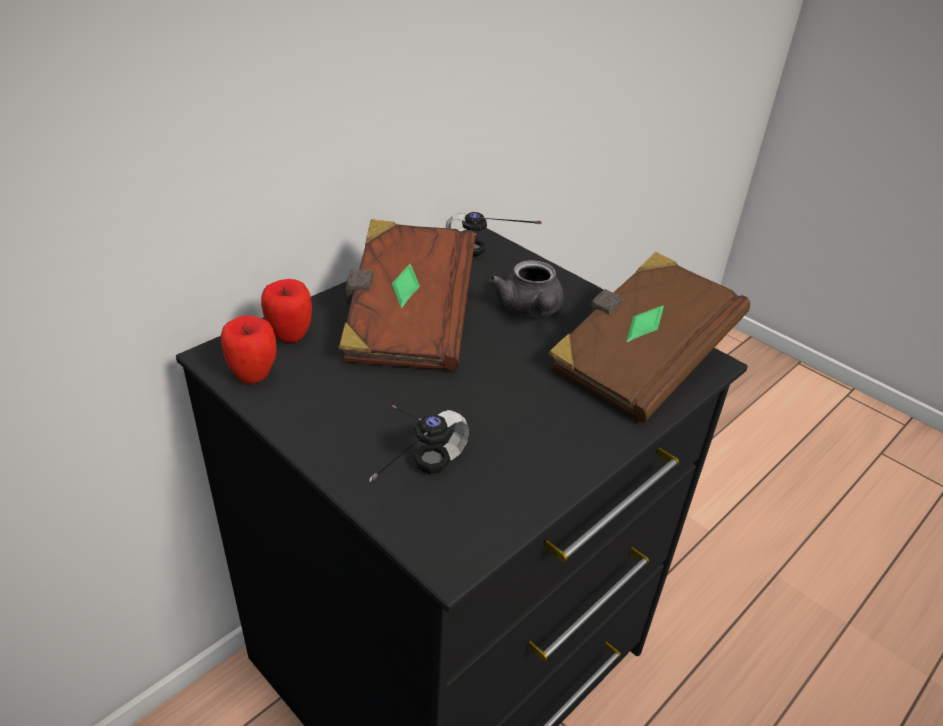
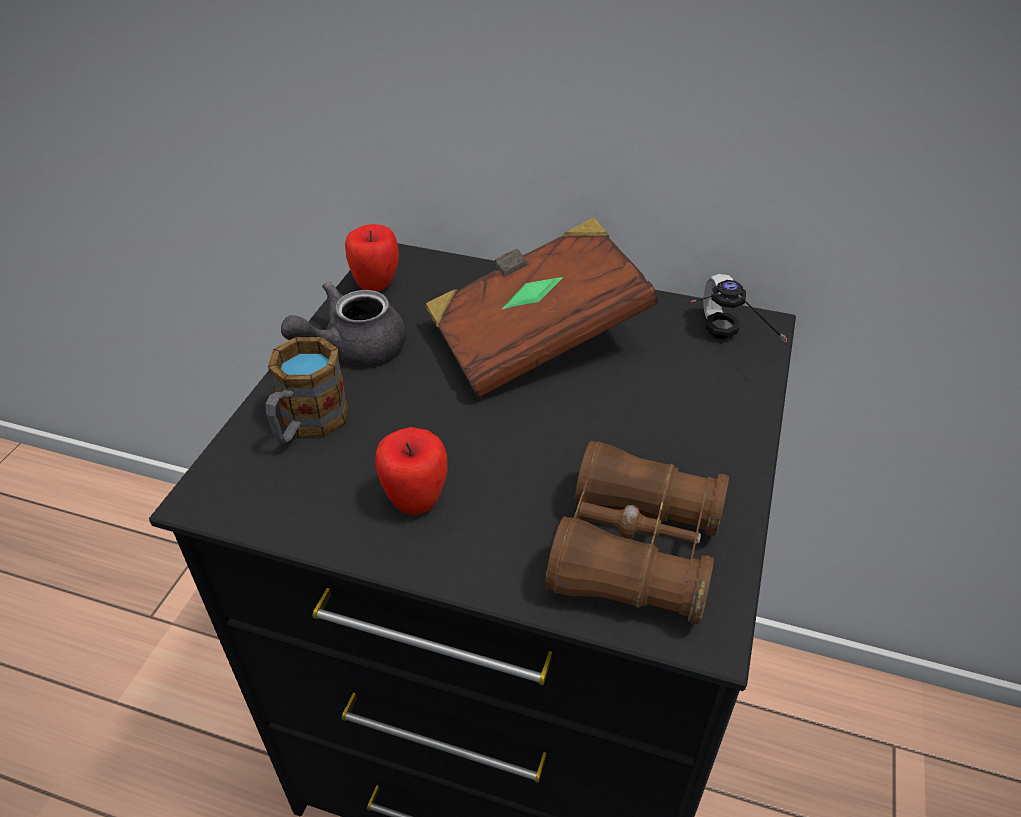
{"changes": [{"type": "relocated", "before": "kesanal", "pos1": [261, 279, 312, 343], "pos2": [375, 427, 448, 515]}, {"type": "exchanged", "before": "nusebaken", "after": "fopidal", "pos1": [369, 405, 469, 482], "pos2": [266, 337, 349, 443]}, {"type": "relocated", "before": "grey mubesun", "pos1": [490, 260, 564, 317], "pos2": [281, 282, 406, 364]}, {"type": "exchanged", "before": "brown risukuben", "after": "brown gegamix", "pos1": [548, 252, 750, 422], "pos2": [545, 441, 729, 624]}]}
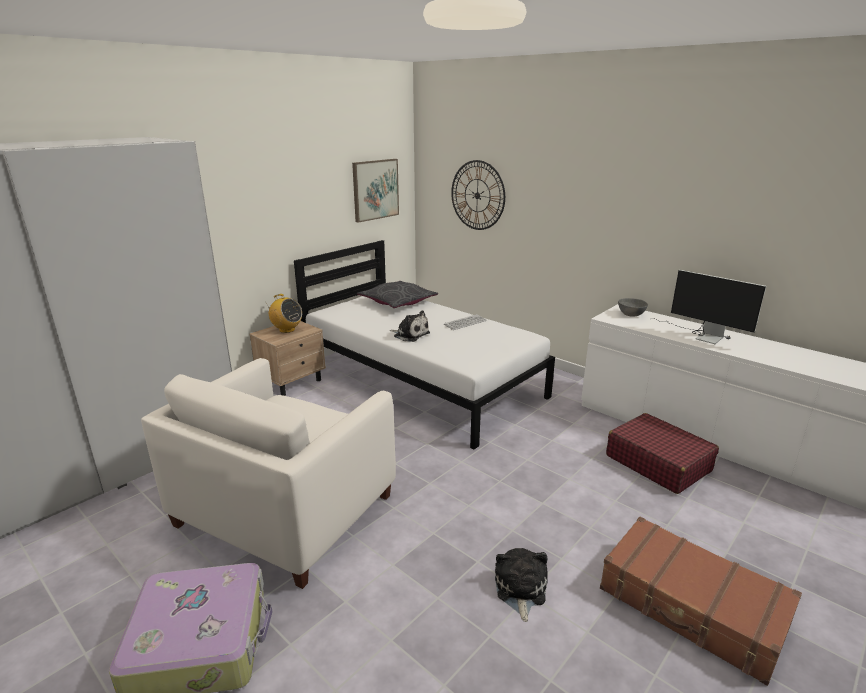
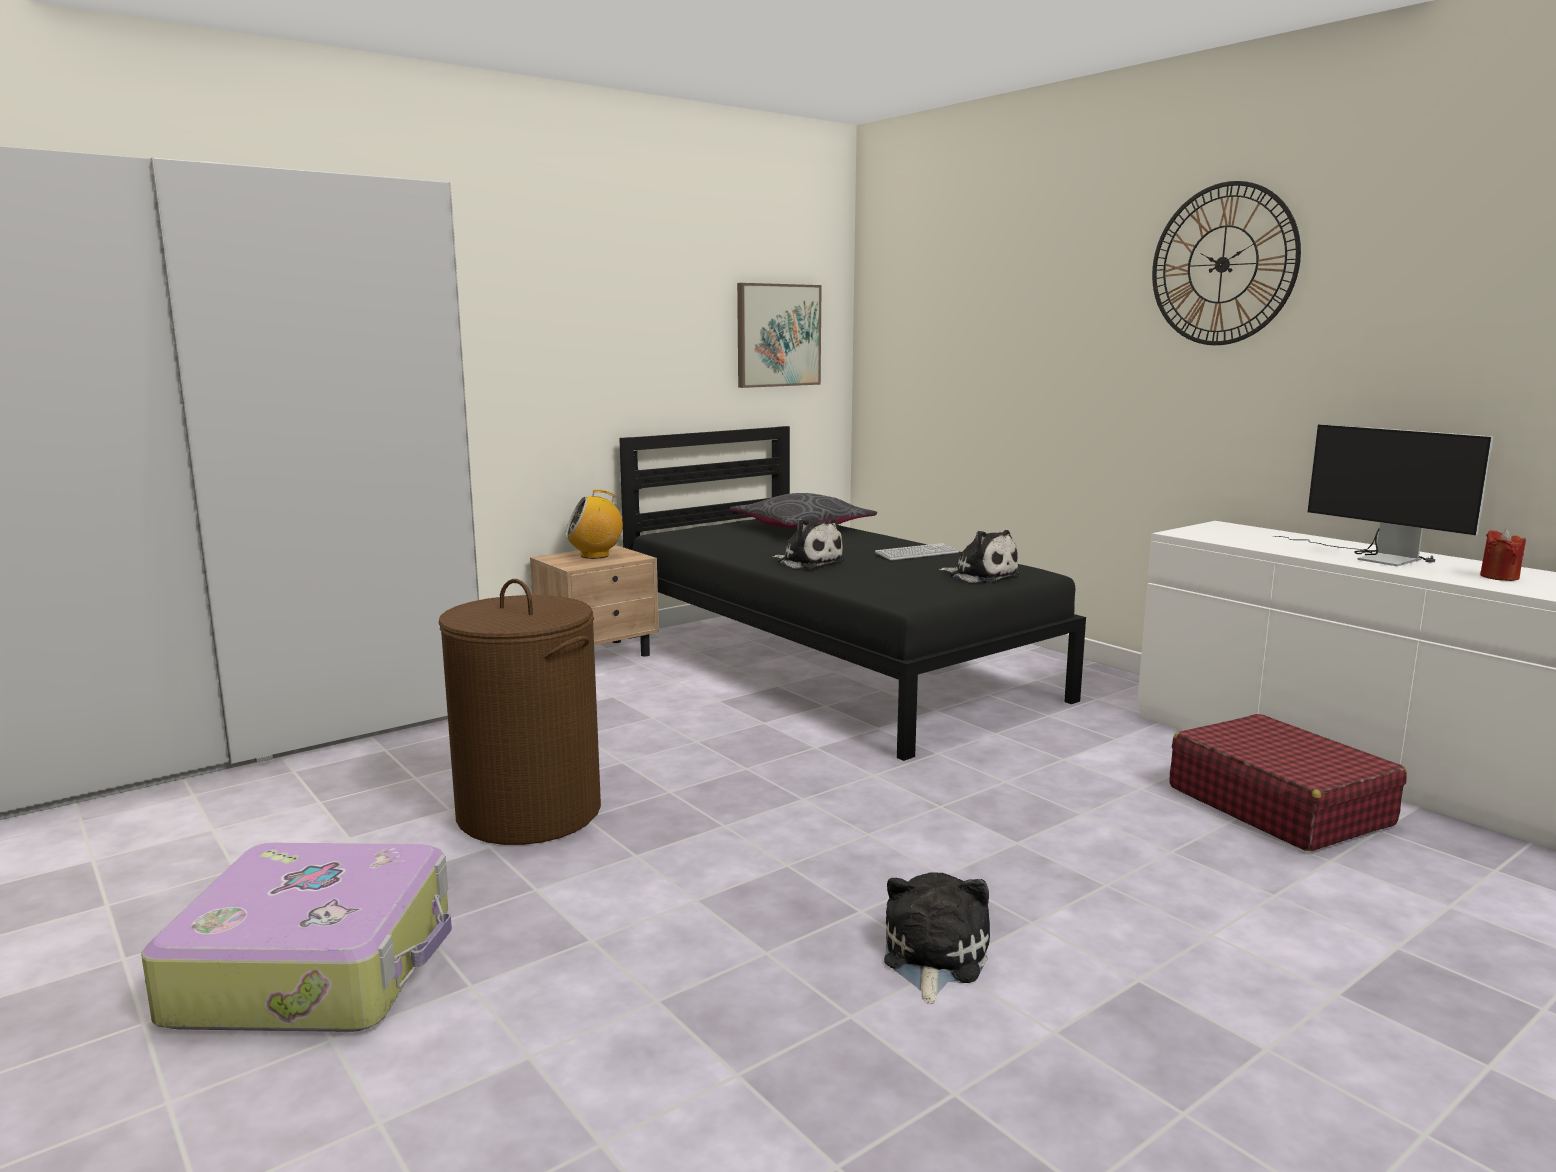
{"changes": [{"type": "exchanged", "before": "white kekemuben", "after": "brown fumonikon", "pos1": [141, 358, 396, 589], "pos2": [438, 579, 601, 845]}, {"type": "spun", "before": "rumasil", "pos1": [265, 294, 302, 333], "pos2": [565, 489, 623, 559], "turn": 120}, {"type": "colour", "before": "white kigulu", "after": "black kigulu", "pos1": [294, 240, 555, 449], "pos2": [619, 426, 1086, 761]}, {"type": "relocated", "before": "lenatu", "pos1": [451, 160, 505, 230], "pos2": [1152, 181, 1301, 345]}, {"type": "missing", "before": "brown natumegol", "pos1": [600, 517, 802, 686]}, {"type": "missing", "before": "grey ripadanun", "pos1": [618, 298, 648, 317]}, {"type": "appeared", "after": "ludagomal", "pos2": [939, 530, 1020, 583]}, {"type": "appeared", "after": "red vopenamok", "pos2": [1480, 529, 1526, 581]}]}
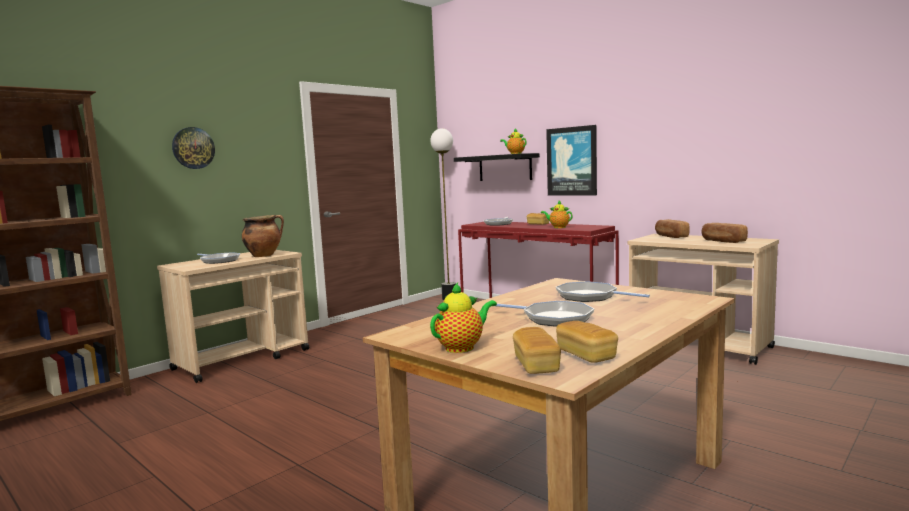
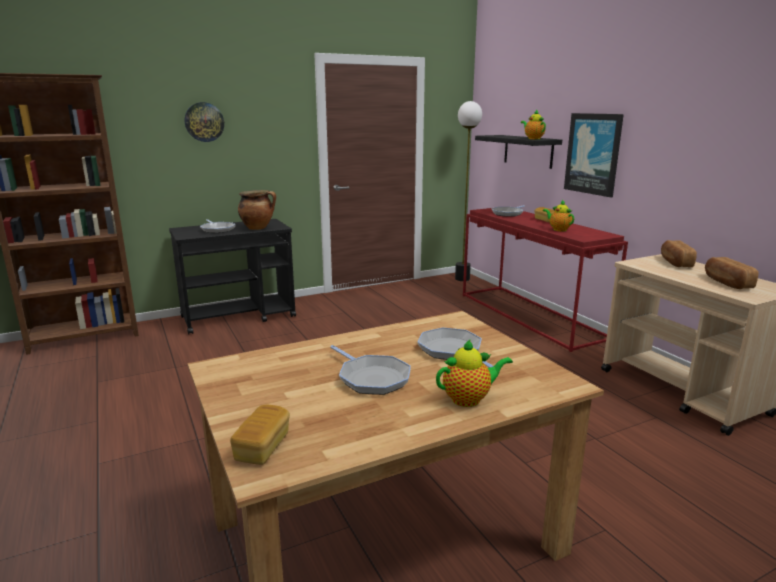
{"changes": [{"type": "colour", "before": "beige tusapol", "after": "black tusapol", "pos1": [157, 250, 310, 383], "pos2": [169, 219, 296, 335]}, {"type": "relocated", "before": "mubesun", "pos1": [430, 283, 497, 353], "pos2": [436, 339, 513, 407]}, {"type": "missing", "before": "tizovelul", "pos1": [556, 321, 618, 363]}]}
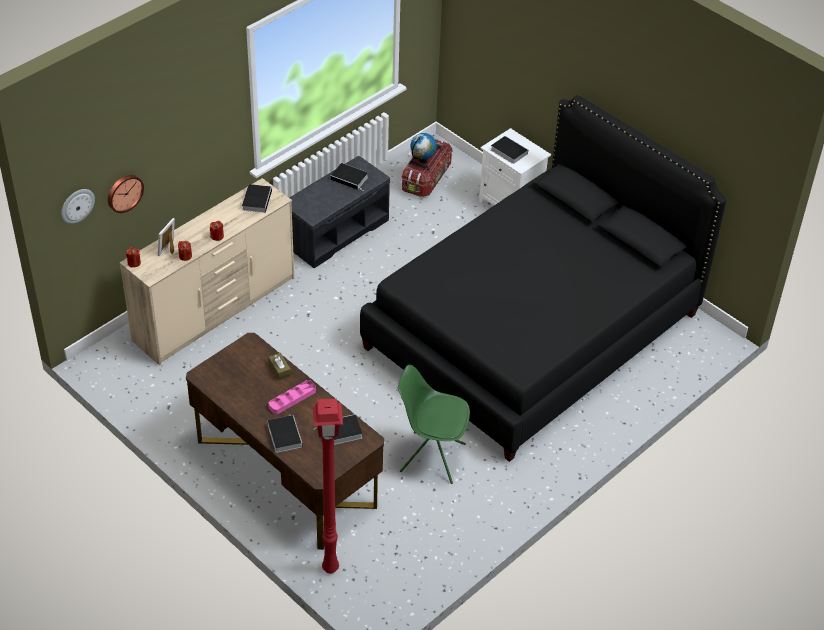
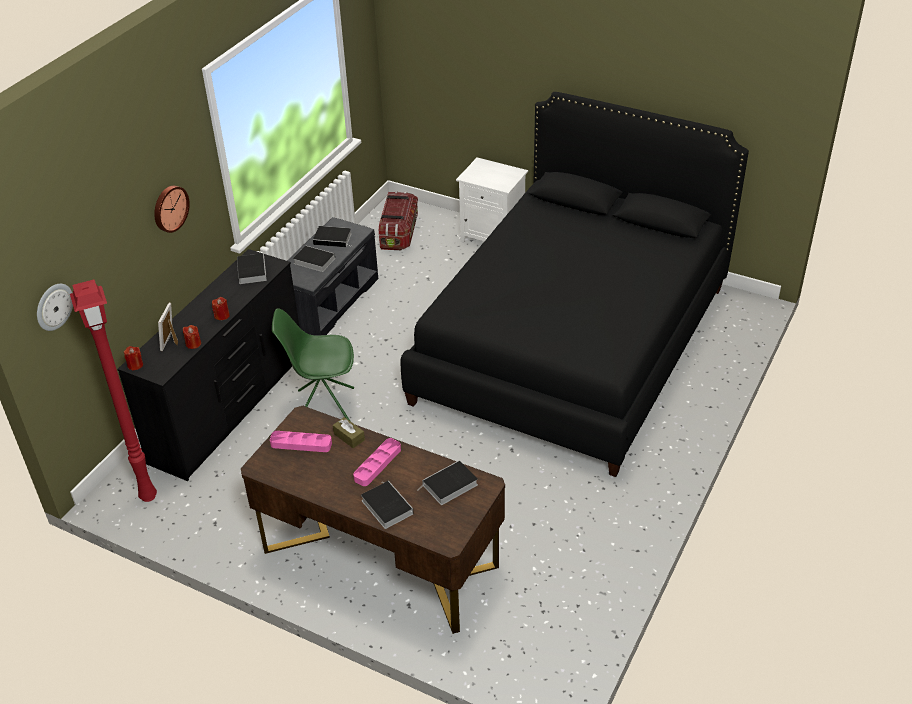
{"changes": [{"type": "relocated", "before": "lenatu", "pos1": [108, 175, 144, 213], "pos2": [154, 186, 190, 233]}, {"type": "colour", "before": "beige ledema", "after": "black ledema", "pos1": [119, 178, 294, 365], "pos2": [118, 249, 299, 481]}, {"type": "relocated", "before": "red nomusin", "pos1": [313, 398, 343, 574], "pos2": [70, 280, 157, 502]}, {"type": "relocated", "before": "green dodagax", "pos1": [398, 365, 470, 484], "pos2": [272, 308, 354, 421]}, {"type": "missing", "before": "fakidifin", "pos1": [410, 133, 437, 164]}, {"type": "relocated", "before": "risukuben", "pos1": [491, 136, 528, 164], "pos2": [293, 245, 335, 272]}, {"type": "appeared", "after": "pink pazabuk", "pos2": [270, 431, 332, 452]}]}
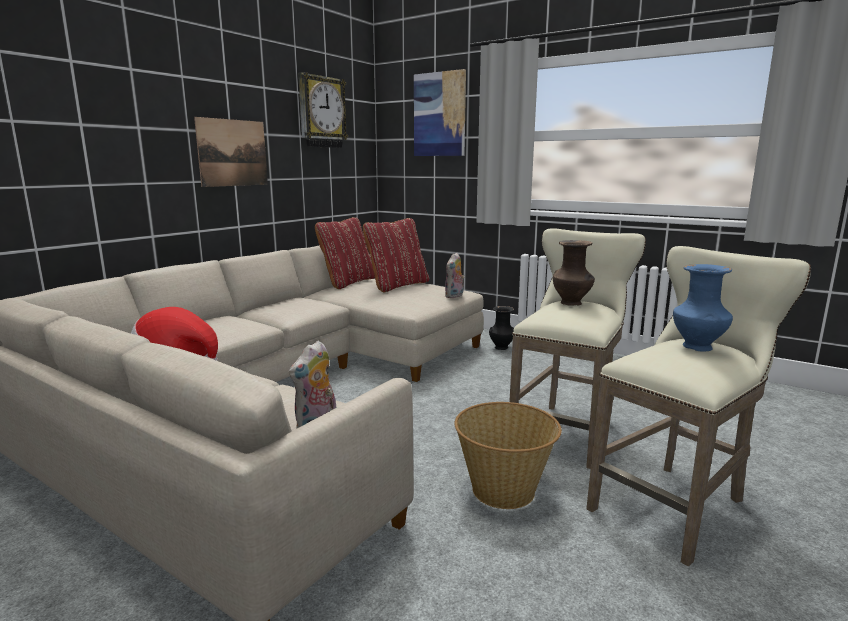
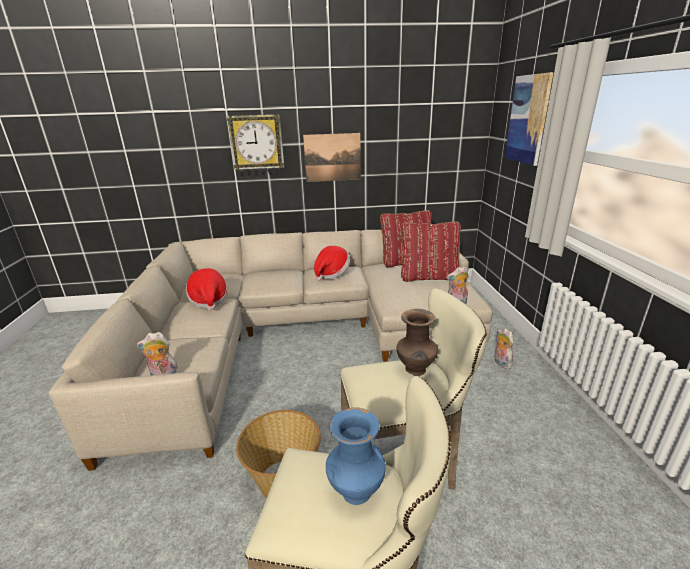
{"changes": [{"type": "relocated", "before": "lenatu", "pos1": [298, 72, 348, 148], "pos2": [227, 114, 284, 176]}, {"type": "exchanged", "before": "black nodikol", "after": "ludagomal", "pos1": [489, 306, 514, 350], "pos2": [494, 328, 514, 369]}, {"type": "appeared", "after": "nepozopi", "pos2": [314, 246, 350, 281]}]}
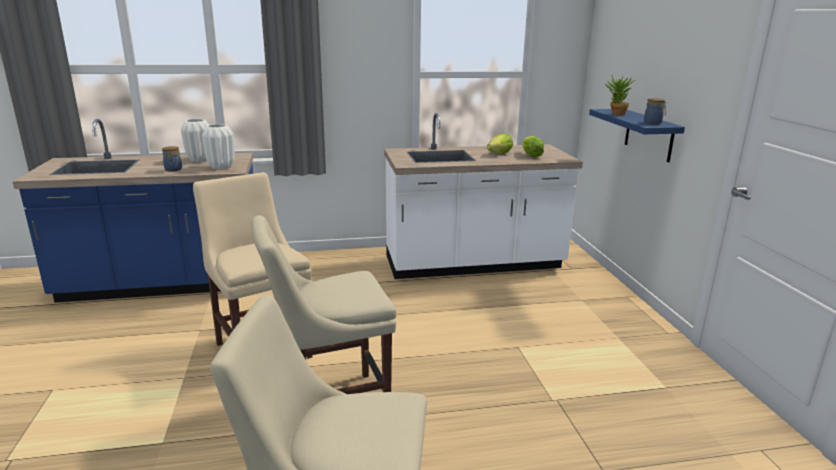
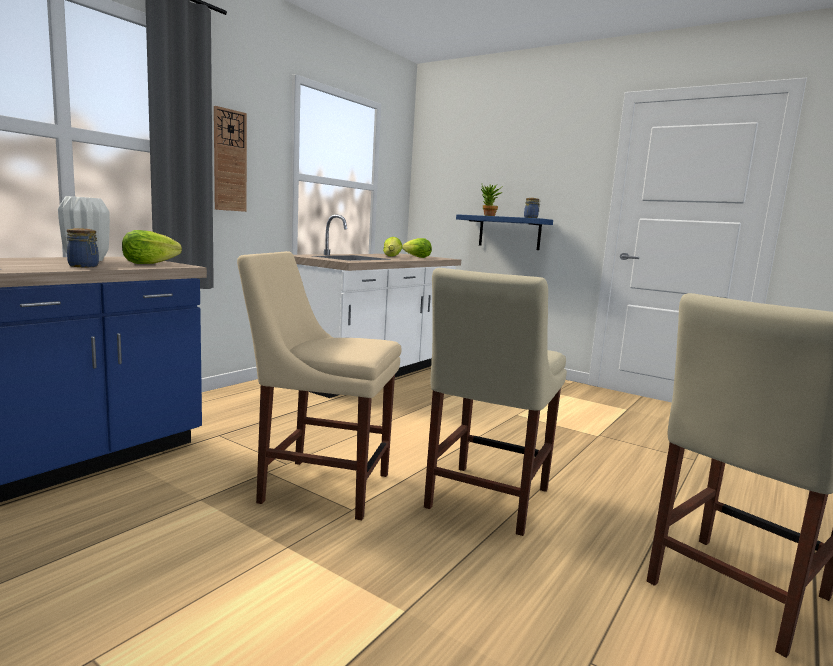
{"changes": [{"type": "exchanged", "before": "white nodikol", "after": "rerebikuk", "pos1": [202, 124, 234, 169], "pos2": [122, 230, 182, 264]}, {"type": "appeared", "after": "lenatu", "pos2": [214, 106, 247, 212]}]}
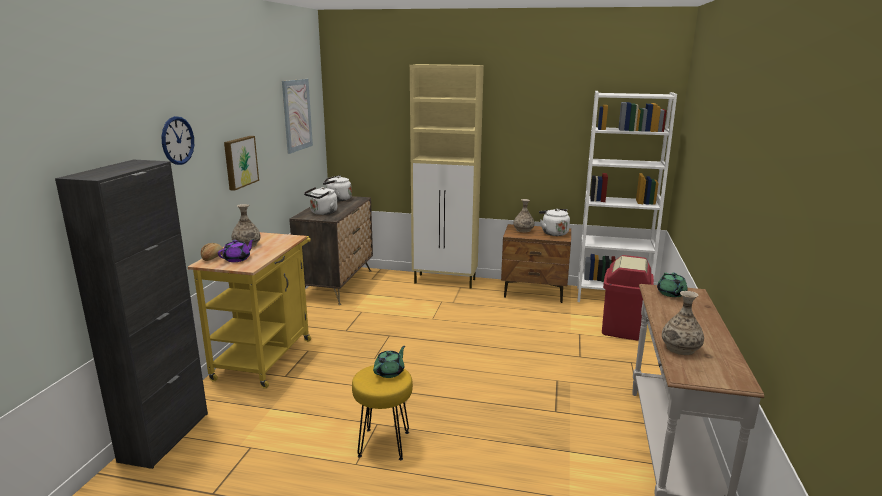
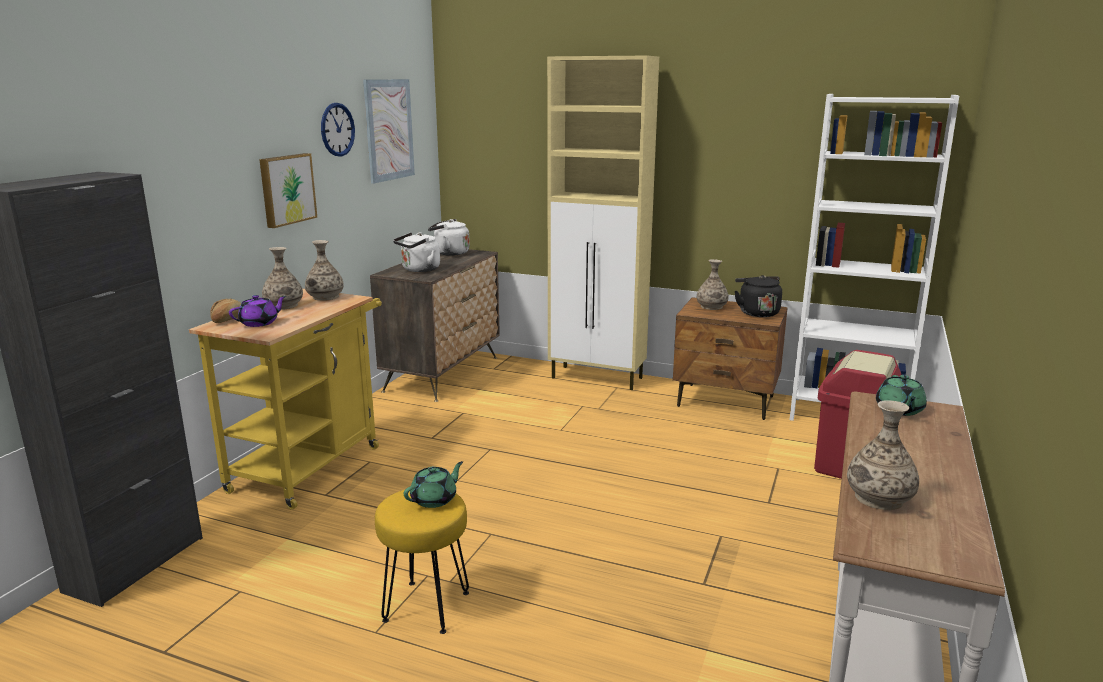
{"changes": [{"type": "relocated", "before": "lenatu", "pos1": [161, 116, 194, 165], "pos2": [321, 103, 355, 157]}, {"type": "colour", "before": "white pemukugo", "after": "black pemukugo", "pos1": [539, 209, 570, 236], "pos2": [735, 275, 782, 317]}, {"type": "appeared", "after": "nodikol", "pos2": [305, 240, 344, 301]}]}
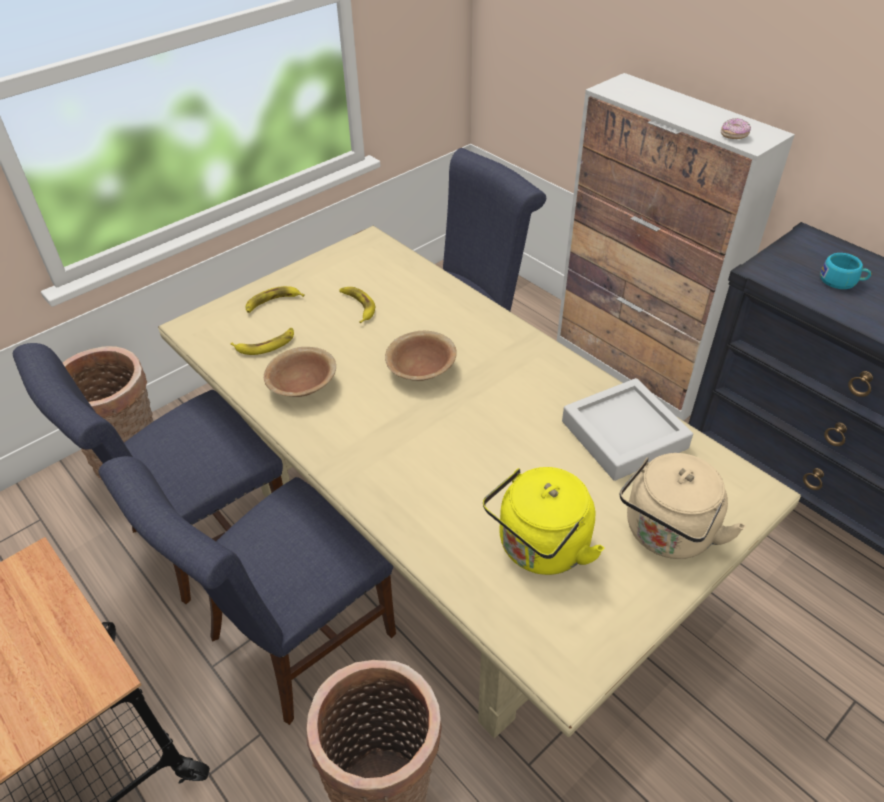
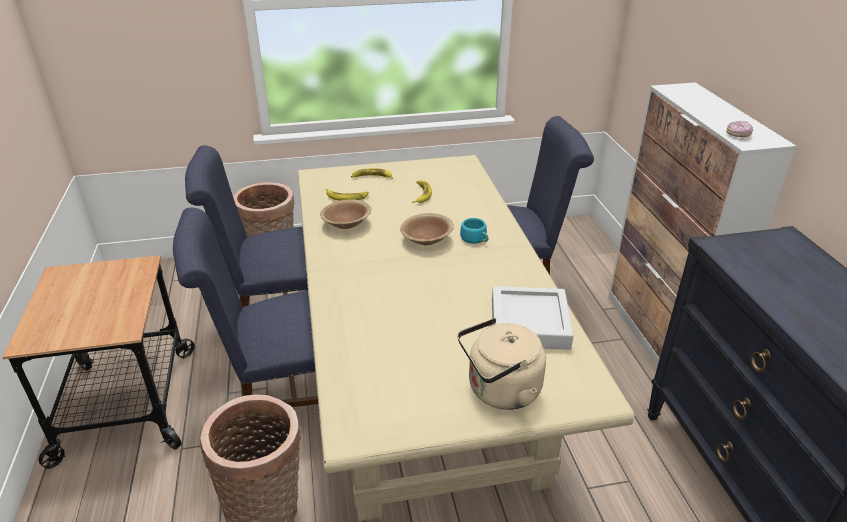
{"changes": [{"type": "missing", "before": "yellow pemukugo", "pos1": [483, 467, 604, 575]}, {"type": "relocated", "before": "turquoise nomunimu", "pos1": [820, 253, 872, 289], "pos2": [460, 218, 488, 244]}]}
